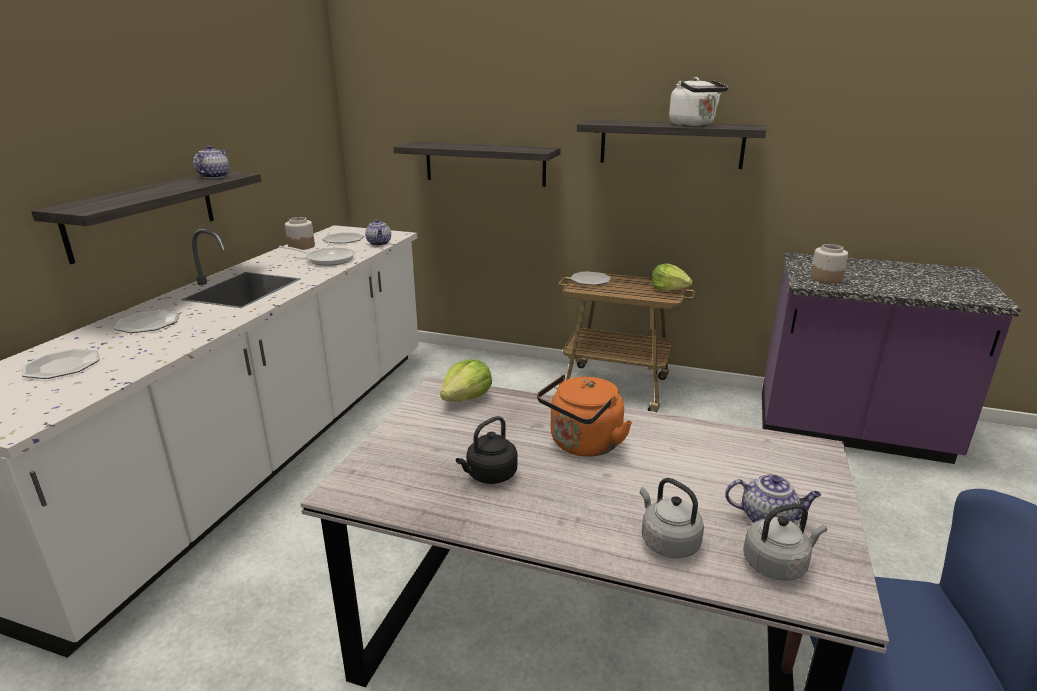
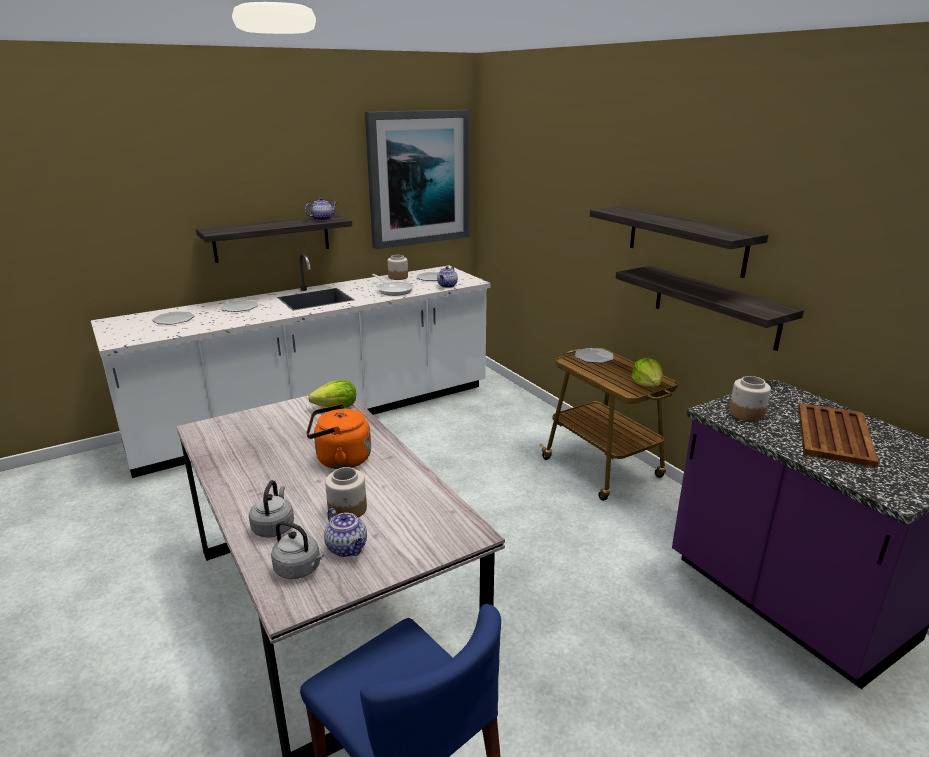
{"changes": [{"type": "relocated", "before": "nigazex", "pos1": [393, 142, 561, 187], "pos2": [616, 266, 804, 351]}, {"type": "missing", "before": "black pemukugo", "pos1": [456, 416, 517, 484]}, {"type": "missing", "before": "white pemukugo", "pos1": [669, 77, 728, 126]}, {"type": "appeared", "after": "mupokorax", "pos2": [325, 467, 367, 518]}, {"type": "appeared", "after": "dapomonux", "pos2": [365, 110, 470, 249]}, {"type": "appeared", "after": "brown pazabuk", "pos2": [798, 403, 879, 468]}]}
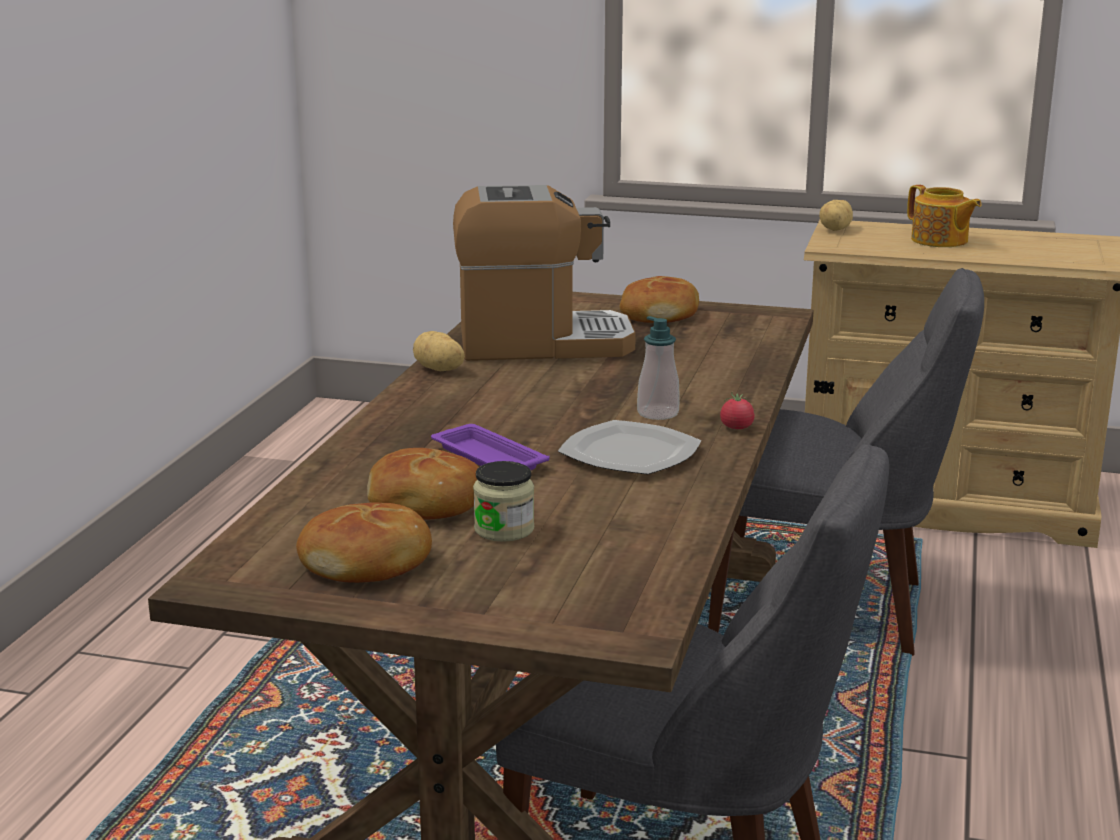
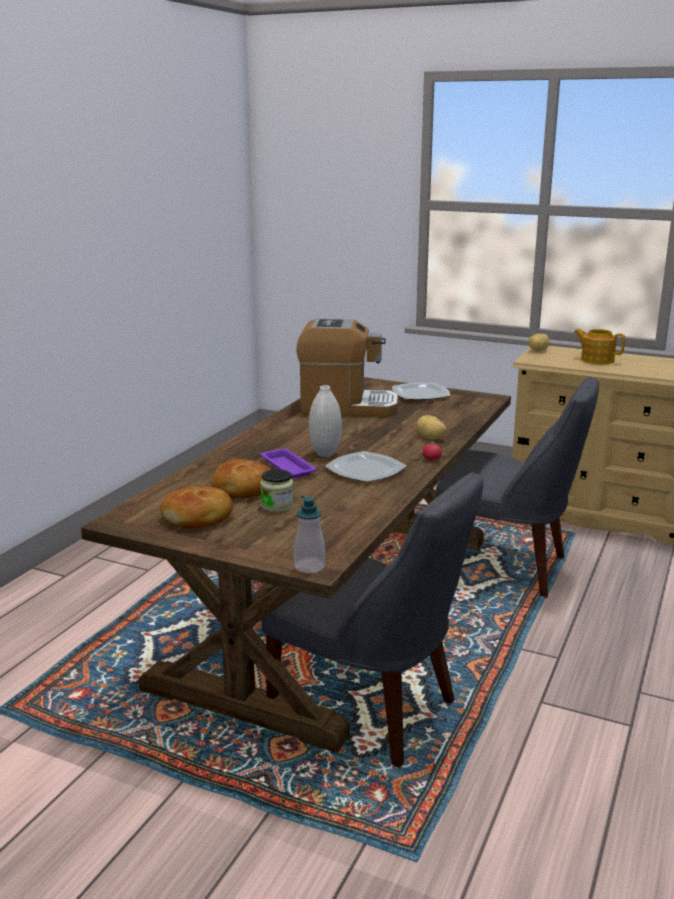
{"changes": [{"type": "relocated", "before": "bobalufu", "pos1": [413, 331, 465, 371], "pos2": [416, 415, 446, 439]}, {"type": "exchanged", "before": "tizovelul", "after": "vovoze", "pos1": [619, 276, 699, 323], "pos2": [392, 383, 450, 400]}, {"type": "relocated", "before": "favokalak", "pos1": [637, 316, 680, 420], "pos2": [294, 495, 325, 573]}, {"type": "spun", "before": "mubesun", "pos1": [907, 185, 982, 247], "pos2": [574, 329, 625, 364], "turn": 150}, {"type": "appeared", "after": "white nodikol", "pos2": [309, 385, 342, 457]}]}
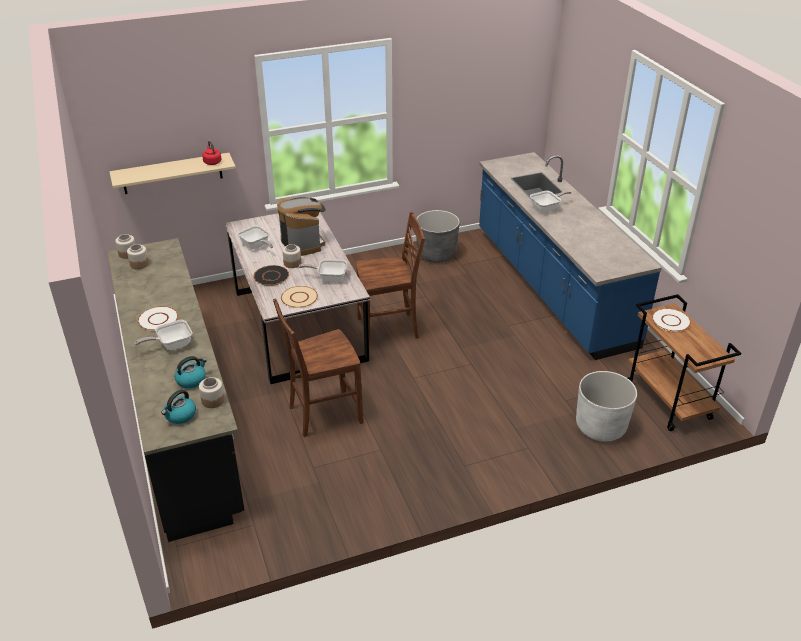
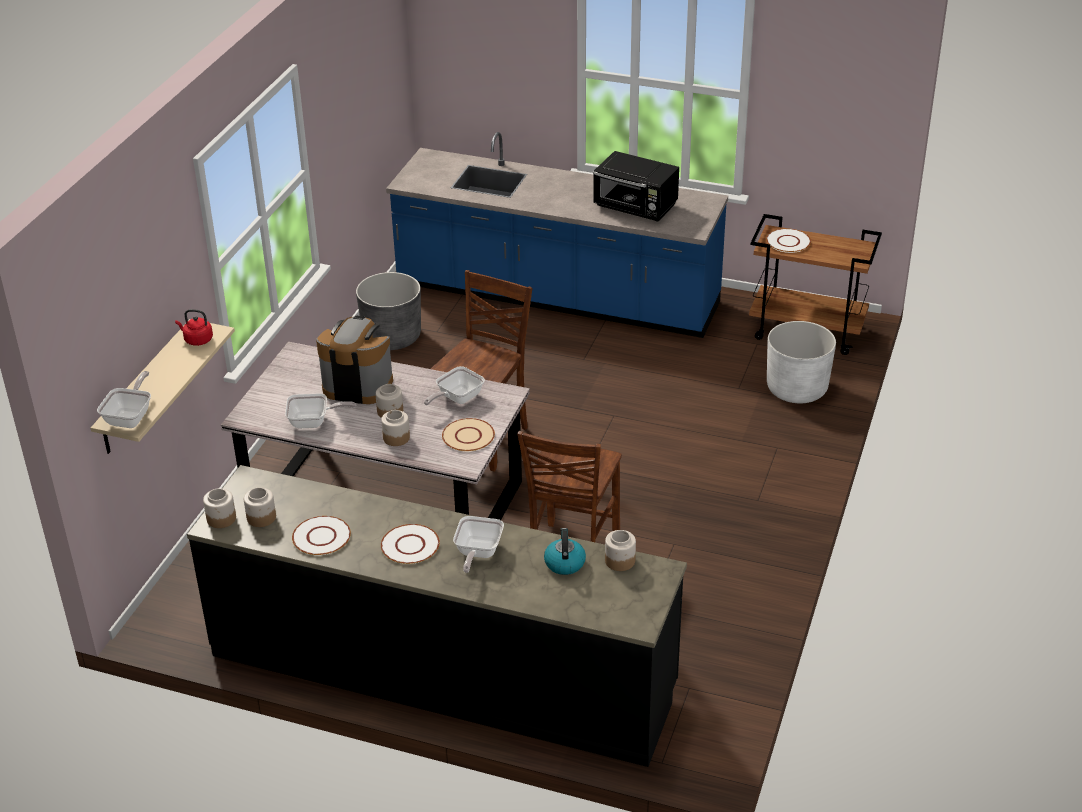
{"changes": [{"type": "missing", "before": "pemukugo", "pos1": [161, 390, 196, 424]}, {"type": "exchanged", "before": "black vovoze", "after": "mupokorax", "pos1": [253, 265, 289, 286], "pos2": [381, 410, 410, 446]}, {"type": "relocated", "before": "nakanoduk", "pos1": [530, 191, 572, 213], "pos2": [97, 371, 151, 428]}, {"type": "appeared", "after": "white vovoze", "pos2": [292, 516, 351, 555]}, {"type": "appeared", "after": "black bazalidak", "pos2": [593, 151, 679, 222]}]}
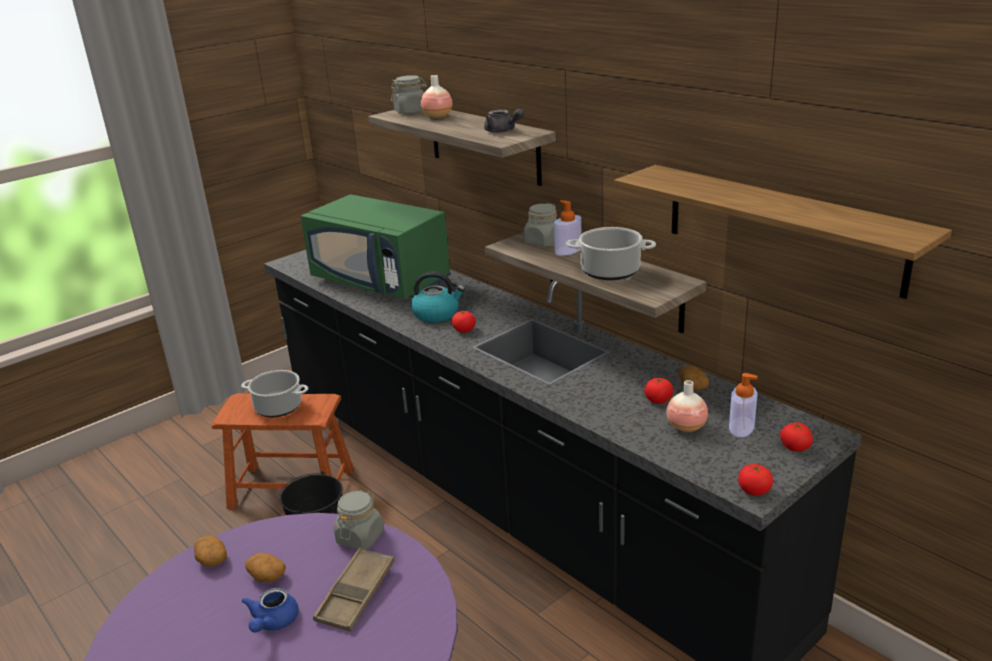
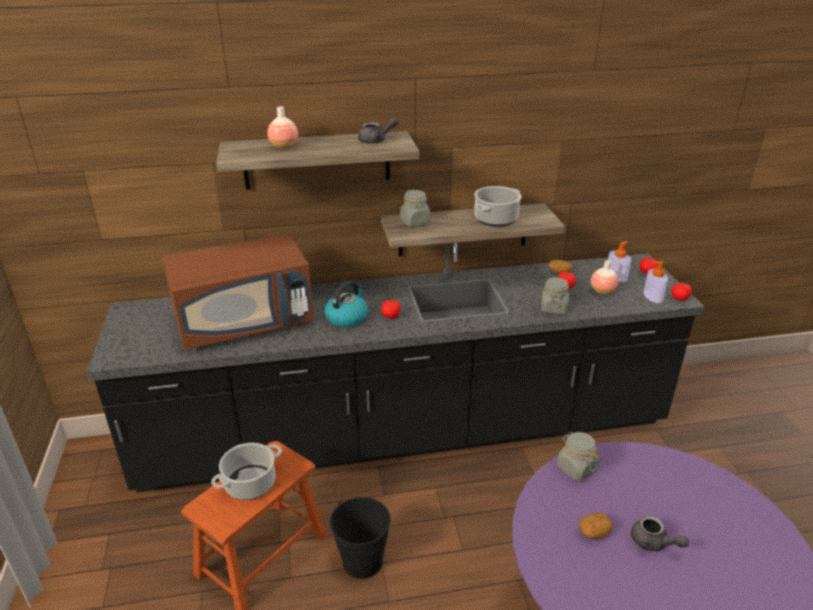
{"changes": [{"type": "missing", "before": "bobalufu", "pos1": [194, 535, 227, 567]}, {"type": "colour", "before": "blue mubesun", "after": "grey mubesun", "pos1": [241, 588, 299, 632], "pos2": [631, 516, 689, 551]}, {"type": "colour", "before": "green bazalidak", "after": "brown bazalidak", "pos1": [301, 194, 451, 299], "pos2": [163, 234, 314, 350]}, {"type": "missing", "before": "brown pazabuk", "pos1": [313, 548, 394, 631]}, {"type": "relocated", "before": "grey mupokorax", "pos1": [391, 75, 427, 114], "pos2": [541, 277, 569, 314]}, {"type": "relocated", "before": "favokalak", "pos1": [554, 200, 581, 256], "pos2": [644, 261, 668, 303]}, {"type": "missing", "before": "nigazex", "pos1": [614, 165, 952, 299]}]}
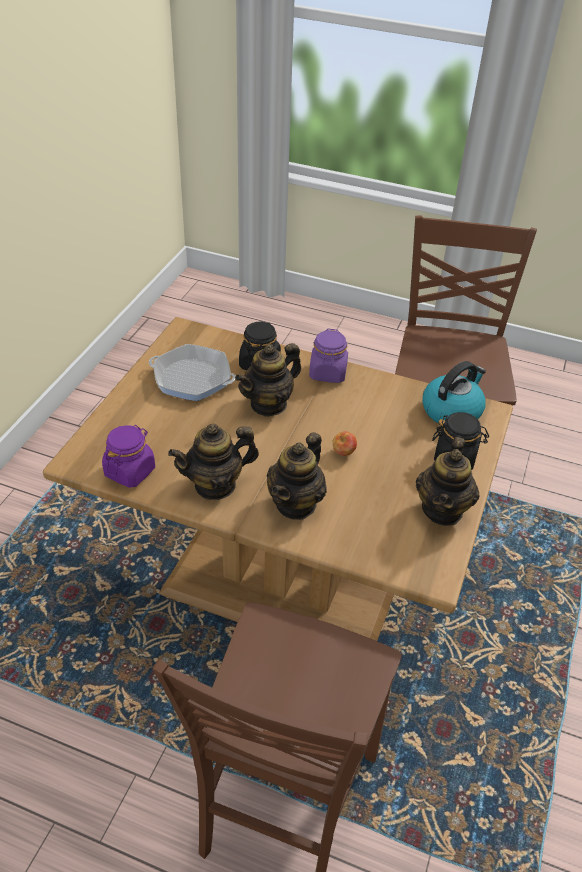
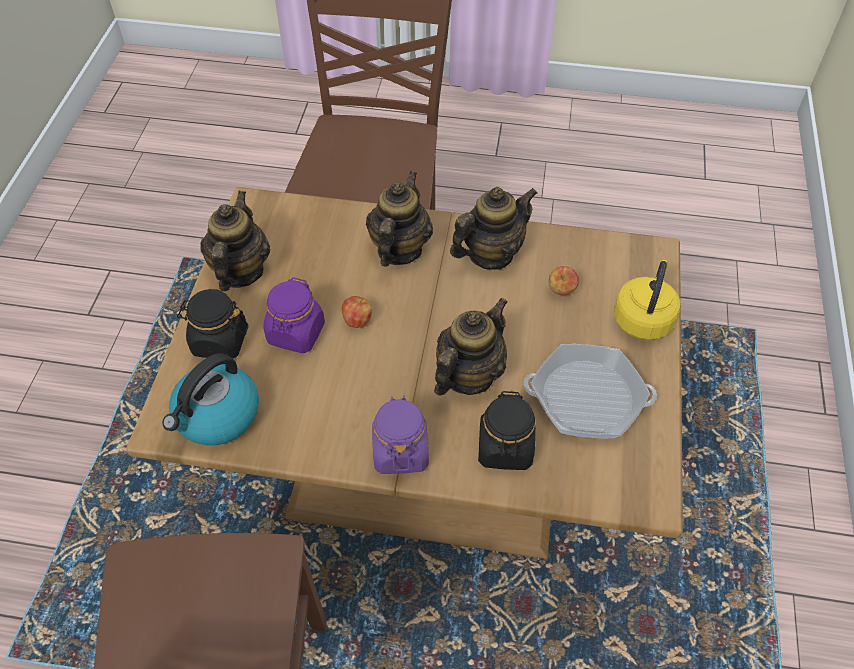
{"changes": [{"type": "relocated", "before": "purple mupokorax", "pos1": [102, 425, 155, 488], "pos2": [263, 277, 325, 353]}, {"type": "appeared", "after": "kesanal", "pos2": [549, 266, 579, 295]}, {"type": "appeared", "after": "yellow pemukugo", "pos2": [614, 260, 680, 340]}]}
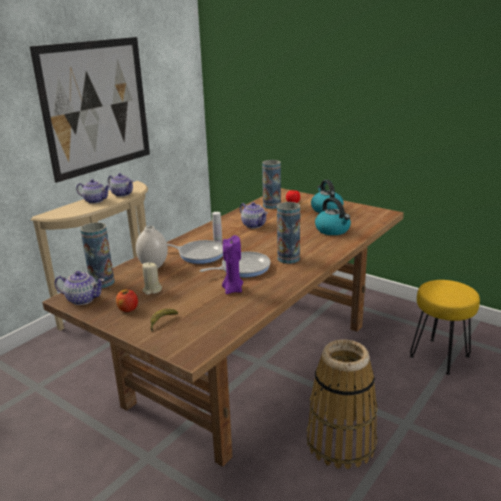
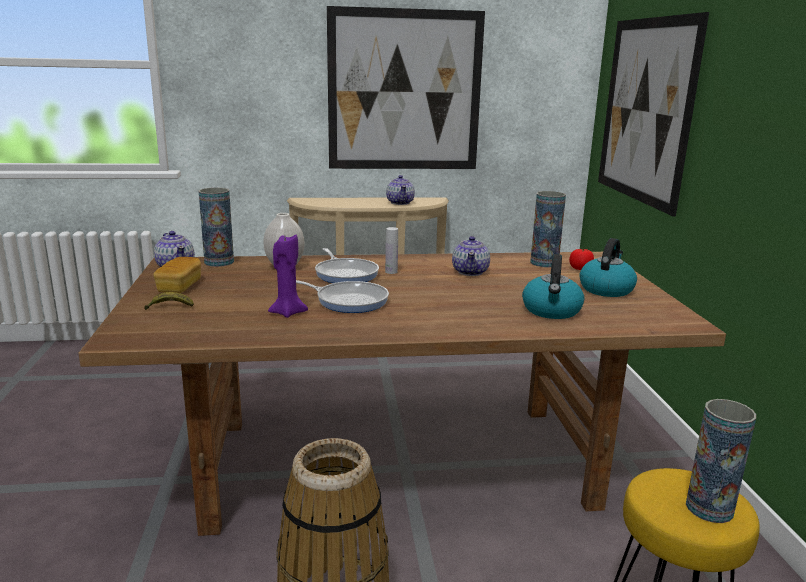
{"changes": [{"type": "missing", "before": "mubesun", "pos1": [76, 179, 110, 204]}, {"type": "exchanged", "before": "kesanal", "after": "tizovelul", "pos1": [116, 290, 138, 312], "pos2": [153, 257, 201, 293]}, {"type": "missing", "before": "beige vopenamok", "pos1": [142, 262, 162, 295]}, {"type": "relocated", "before": "nodikol", "pos1": [277, 202, 300, 264], "pos2": [686, 399, 756, 523]}, {"type": "appeared", "after": "dapomonux", "pos2": [598, 12, 709, 216]}]}
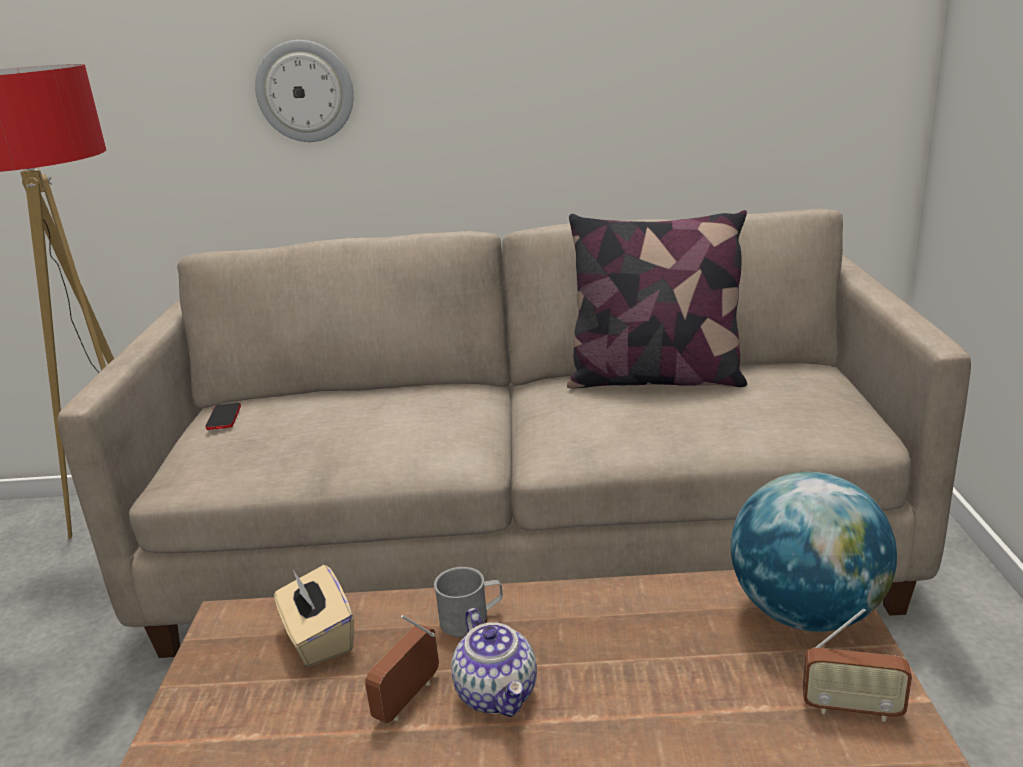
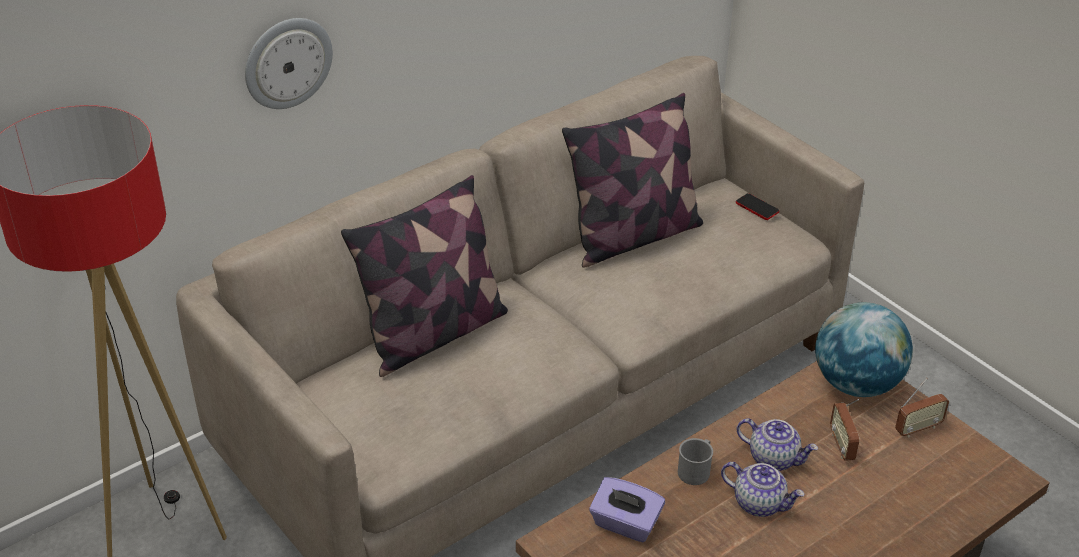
{"changes": [{"type": "relocated", "before": "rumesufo", "pos1": [206, 402, 241, 430], "pos2": [736, 193, 779, 220]}, {"type": "colour", "before": "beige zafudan", "after": "purple zafudan", "pos1": [274, 565, 354, 667], "pos2": [589, 477, 665, 542]}, {"type": "relocated", "before": "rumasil", "pos1": [365, 615, 439, 723], "pos2": [830, 399, 859, 461]}, {"type": "appeared", "after": "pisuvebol", "pos2": [341, 175, 508, 377]}, {"type": "appeared", "after": "mubesun", "pos2": [737, 418, 818, 471]}]}
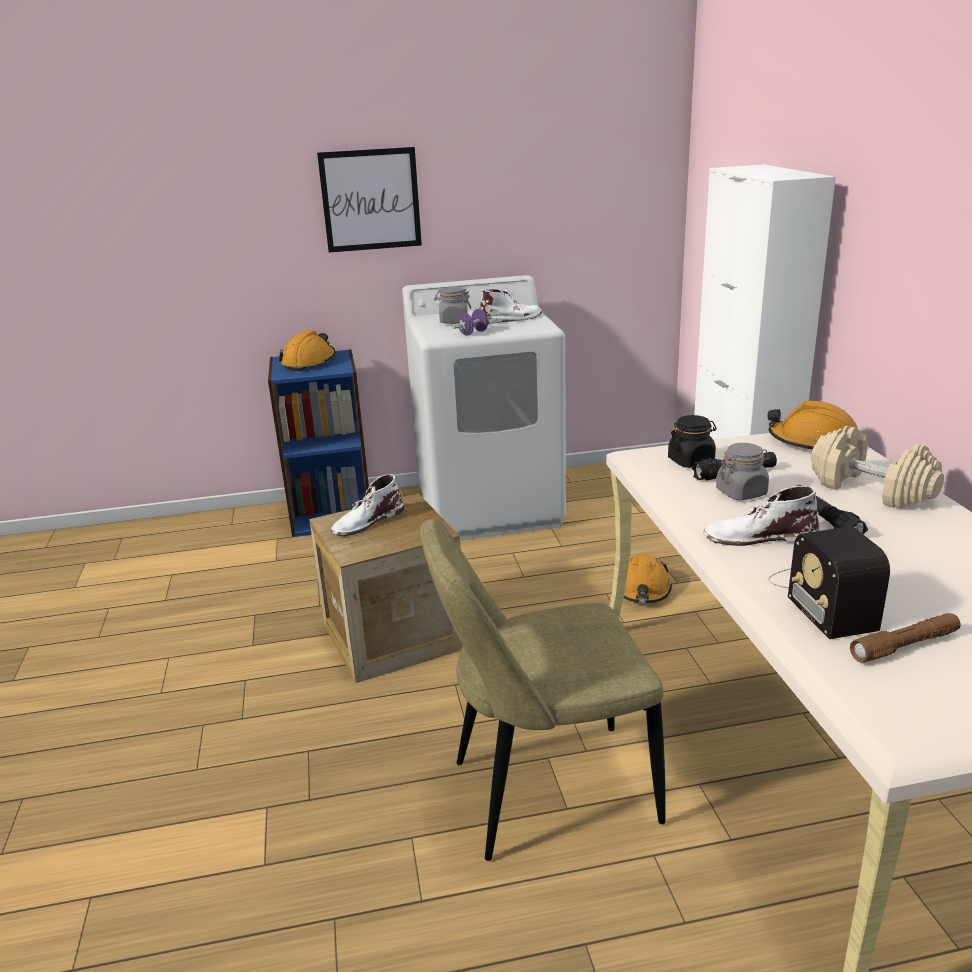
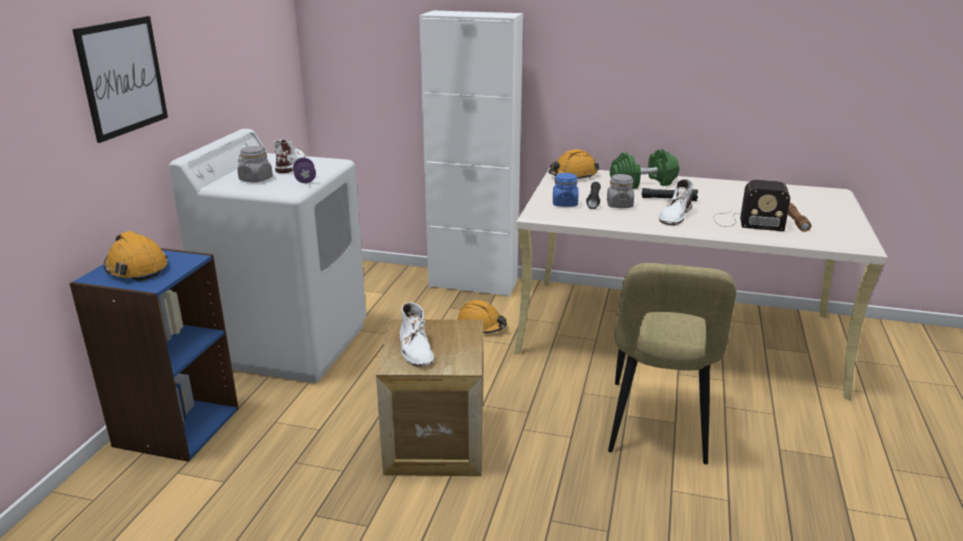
{"changes": [{"type": "colour", "before": "black mupokorax", "after": "blue mupokorax", "pos1": [668, 415, 716, 468], "pos2": [553, 173, 578, 207]}, {"type": "colour", "before": "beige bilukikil", "after": "green bilukikil", "pos1": [811, 426, 944, 510], "pos2": [610, 149, 680, 189]}]}
